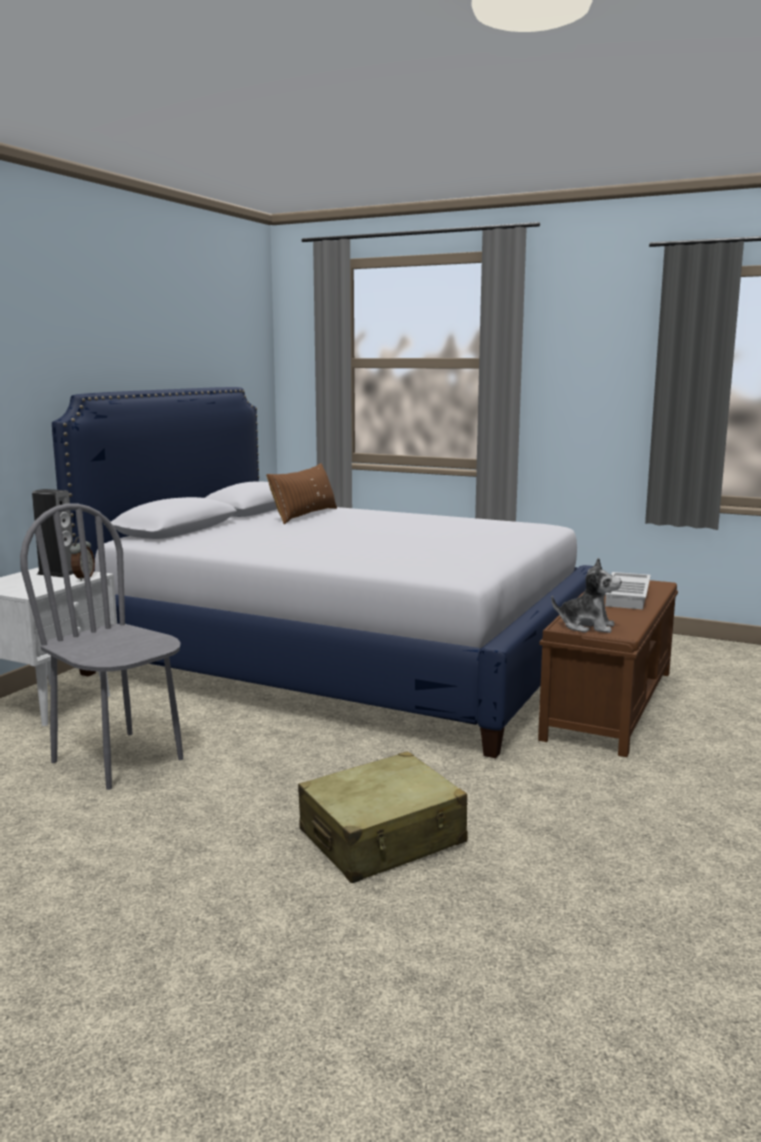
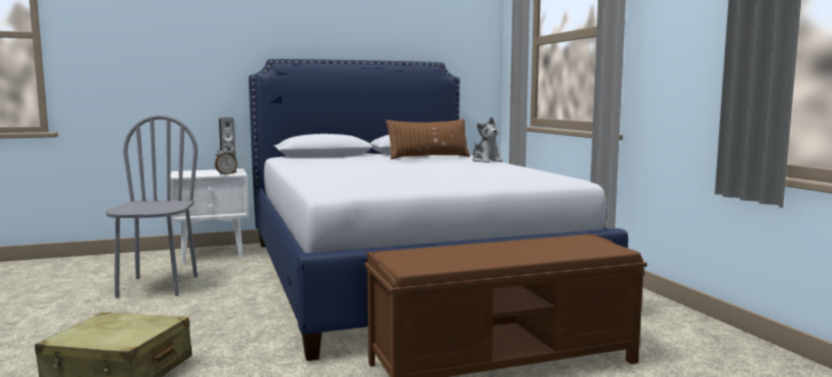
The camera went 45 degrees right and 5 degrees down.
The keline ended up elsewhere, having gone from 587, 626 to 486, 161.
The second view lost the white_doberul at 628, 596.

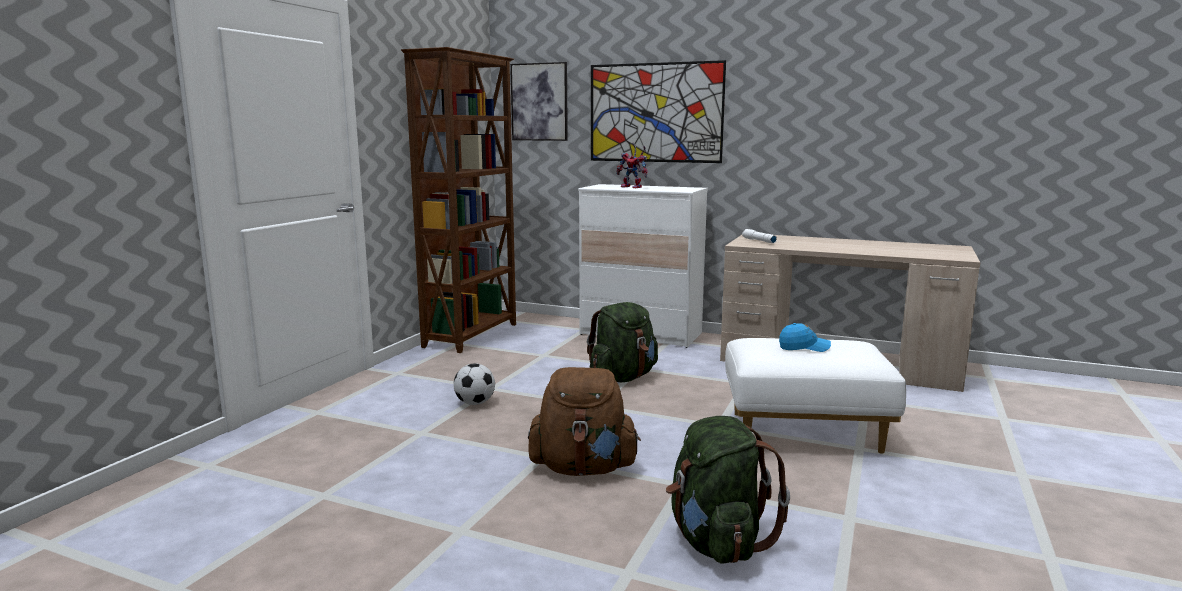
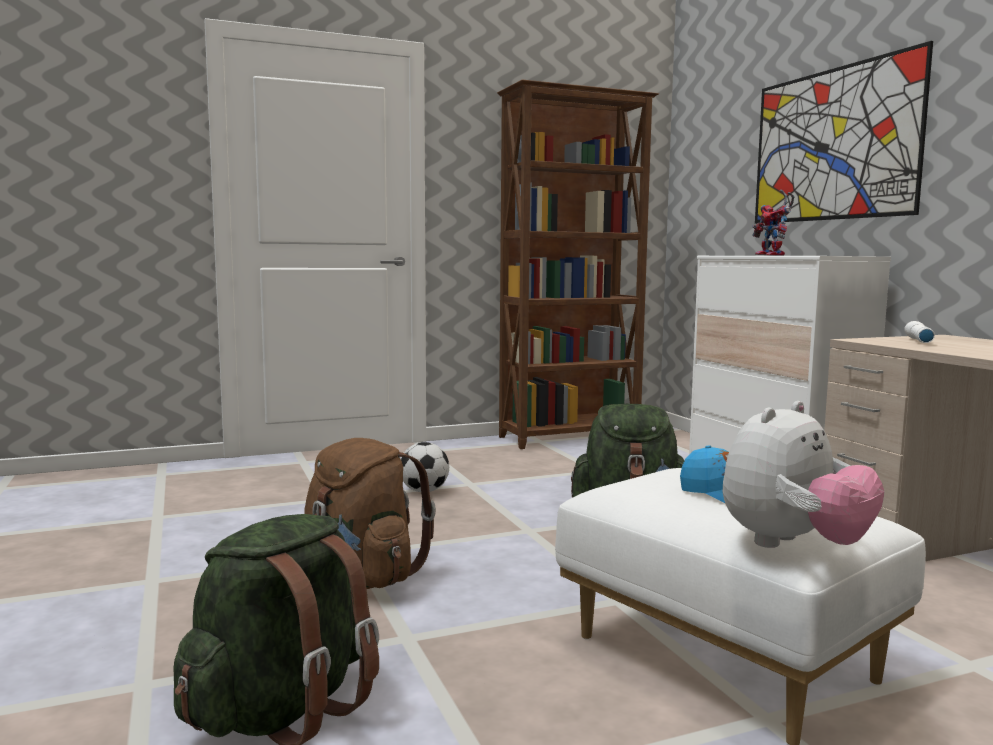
The camera went 45 degrees right and 5 degrees down.
The second view lost the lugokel at 539, 102.
The second view gained the keline at 793, 546.

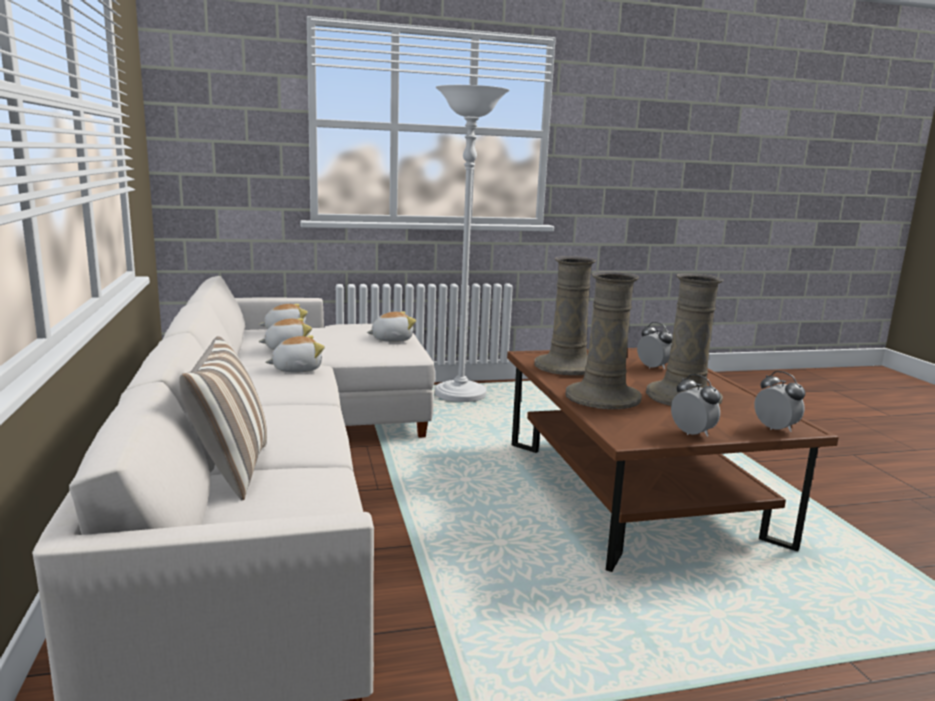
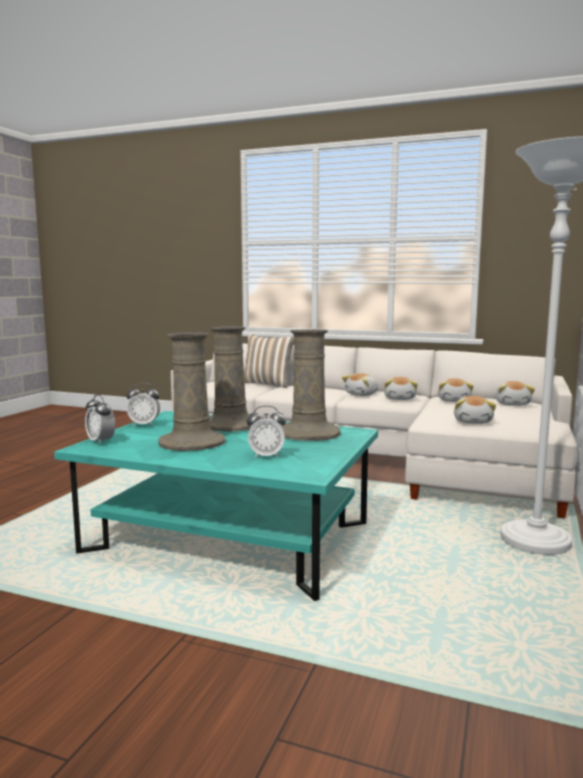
The camera went 125 degrees right and 5 degrees down.
What was the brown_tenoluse at 635, 491 turned into the turquoise_tenoluse at 229, 538.
The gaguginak at 775, 429 ended up facing another way, 45 degrees clockwise from before.
The second view gained the keline at 362, 394.

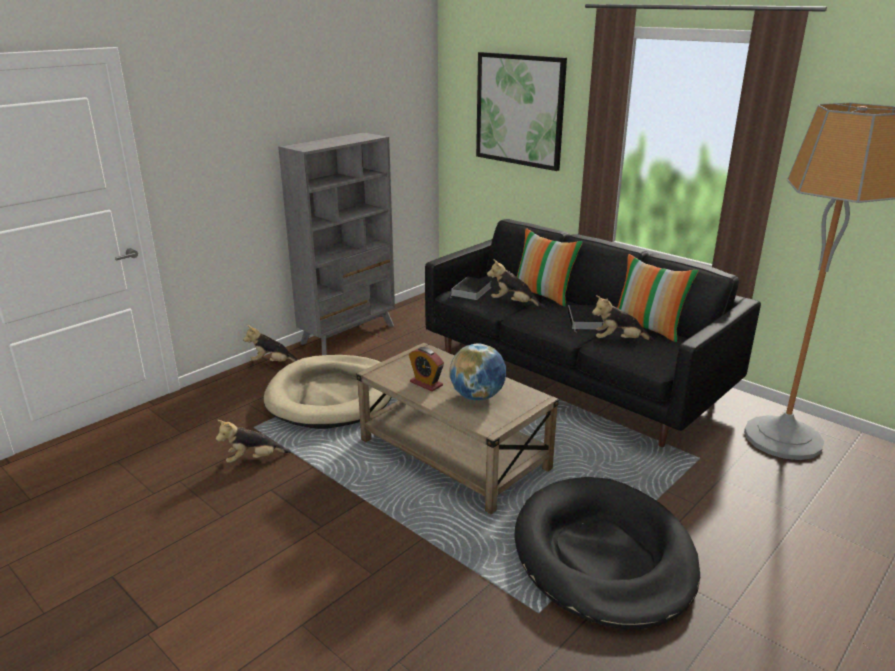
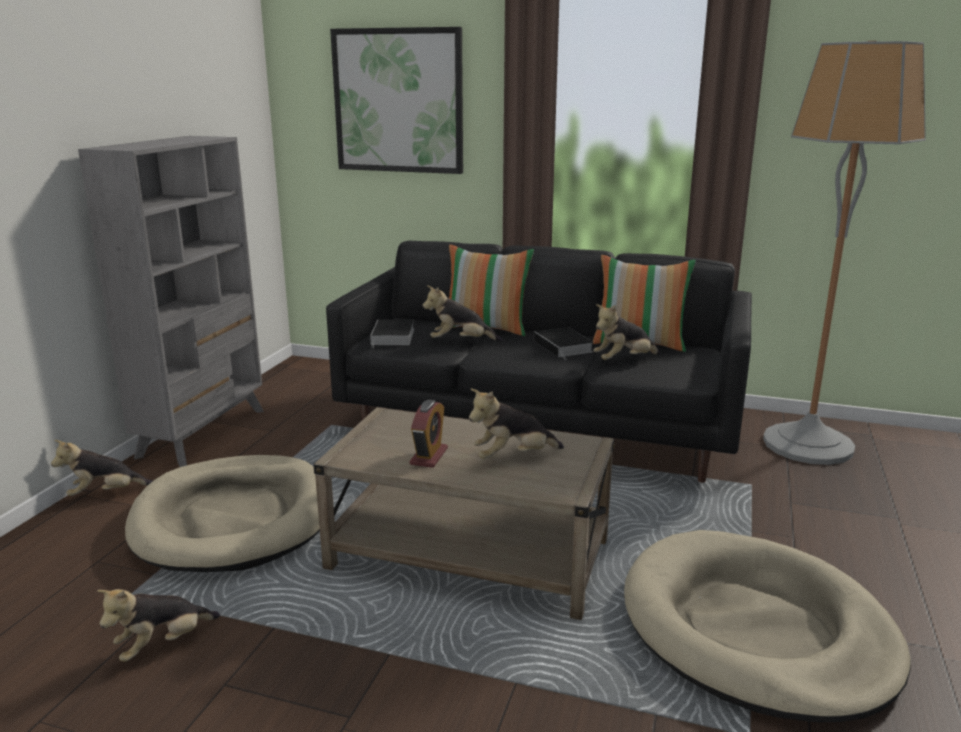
The camera went 25 degrees left and 5 degrees down.
Where the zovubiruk stood at 477, 396, the keline came to stand at 513, 457.
The gaguginak at 426, 384 ended up facing another way, 90 degrees counterclockwise from before.
What was the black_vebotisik at 603, 556 turned into the beige_vebotisik at 756, 630.

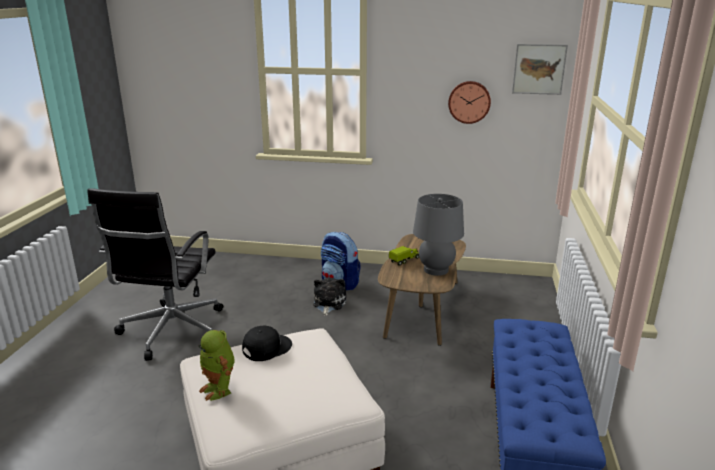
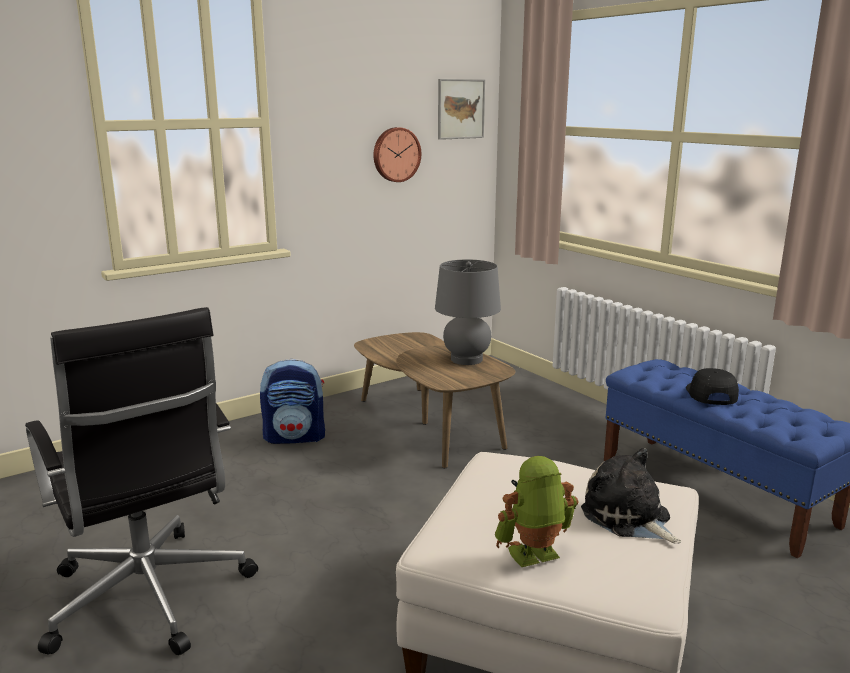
The camera went 45 degrees left and 5 degrees down.
The second view lost the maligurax at 405, 260.
The keline ended up elsewhere, having gone from 328, 303 to 628, 518.
The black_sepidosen ended up elsewhere, having gone from 266, 347 to 710, 394.
The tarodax at 219, 389 ended up facing another way, 150 degrees clockwise from before.

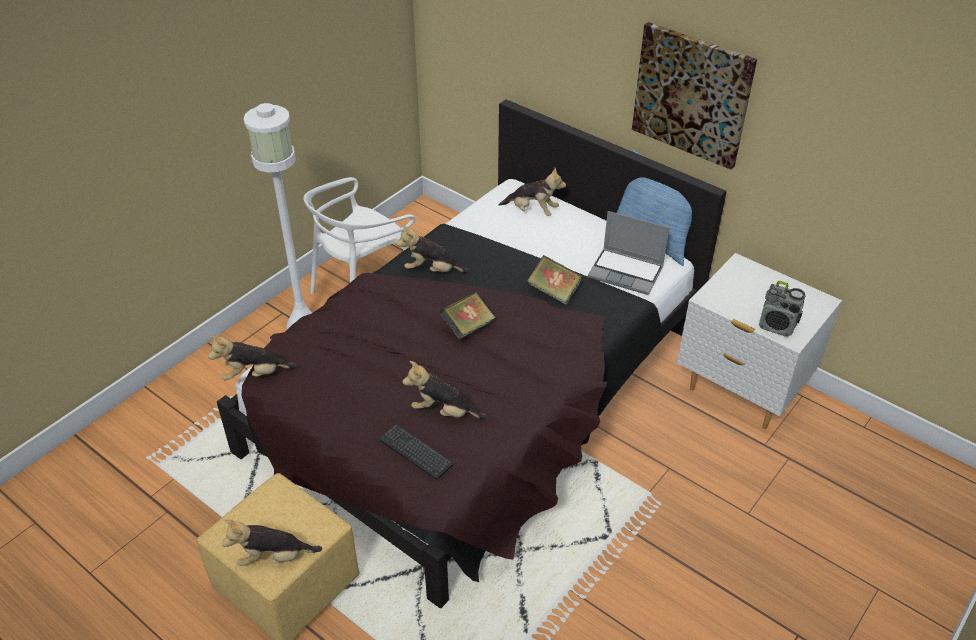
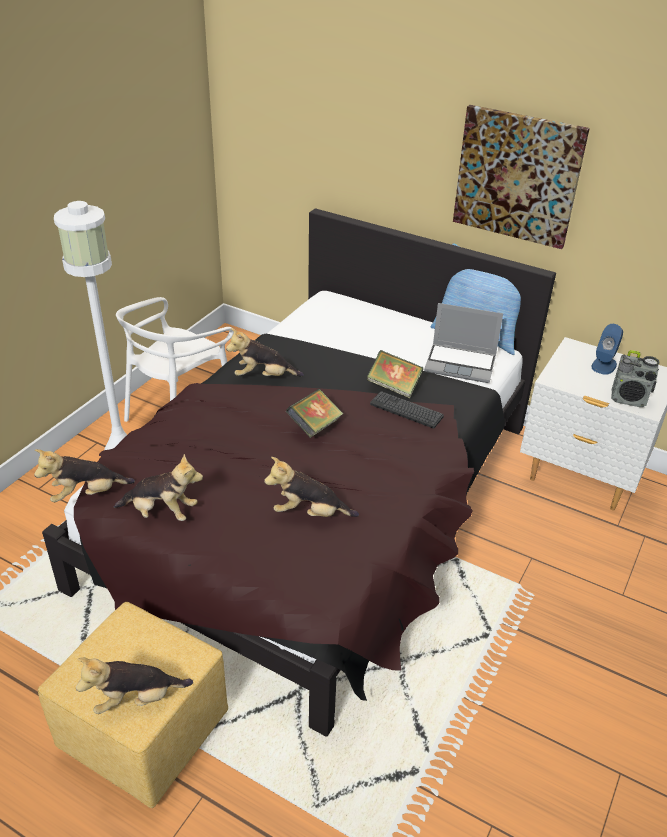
The camera went 10 degrees left and 5 degrees down.
The keline ended up elsewhere, having gone from 532, 211 to 161, 512.
The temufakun ended up elsewhere, having gone from 415, 452 to 406, 410.
The second view gained the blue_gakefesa at 604, 365.

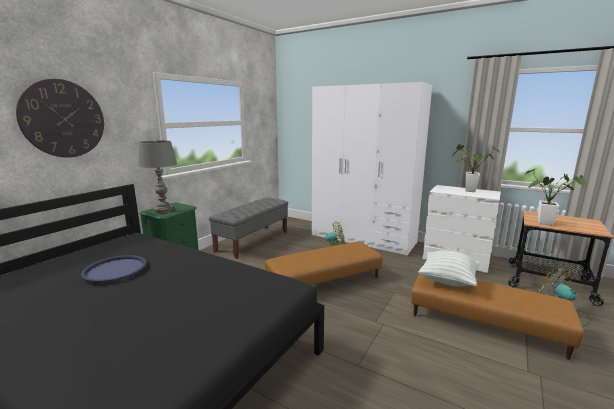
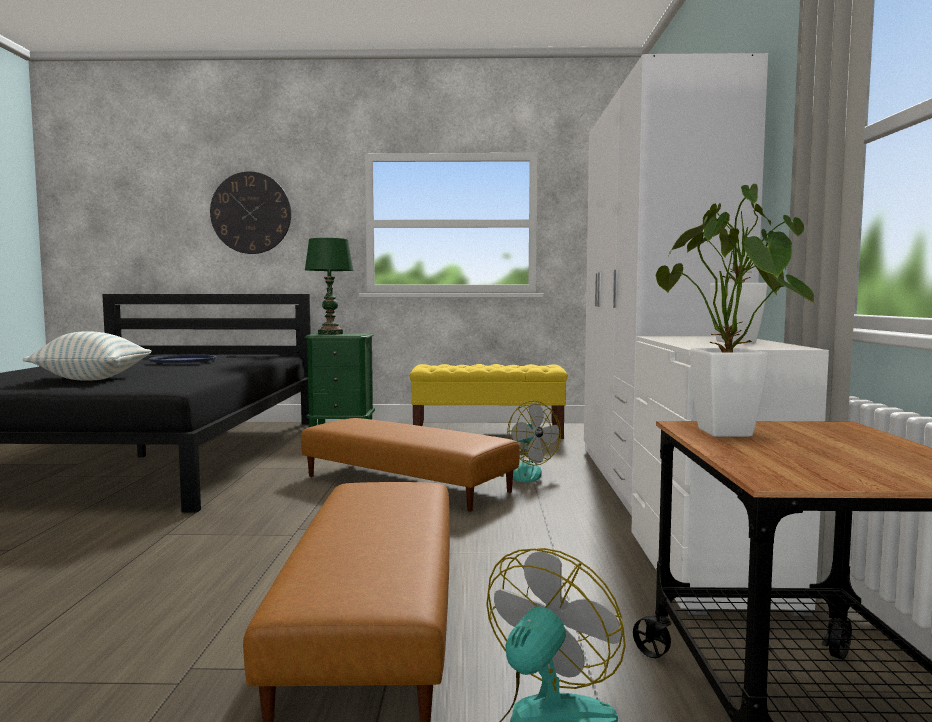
The camera went 60 degrees right and 10 degrees down.
What was the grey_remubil at 163, 210 turned into the green_remubil at 330, 333.
What was the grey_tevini at 253, 241 turned into the yellow_tevini at 488, 432.
The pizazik ended up elsewhere, having gone from 448, 280 to 92, 379.

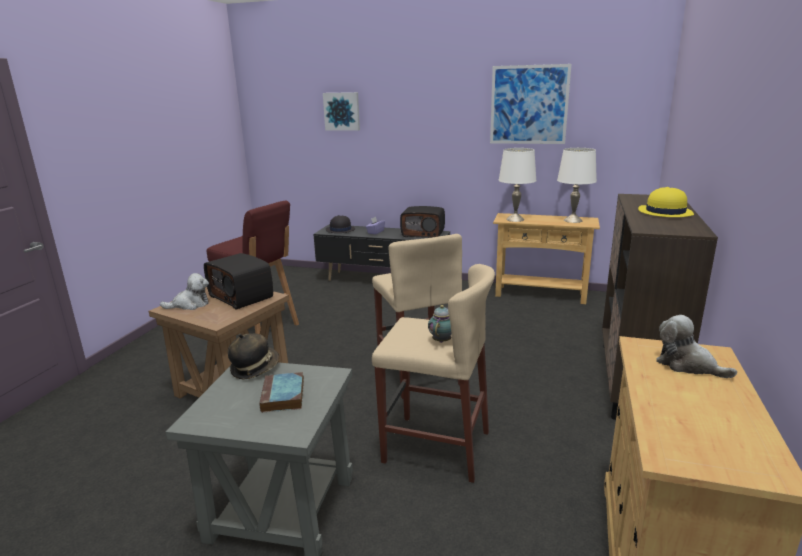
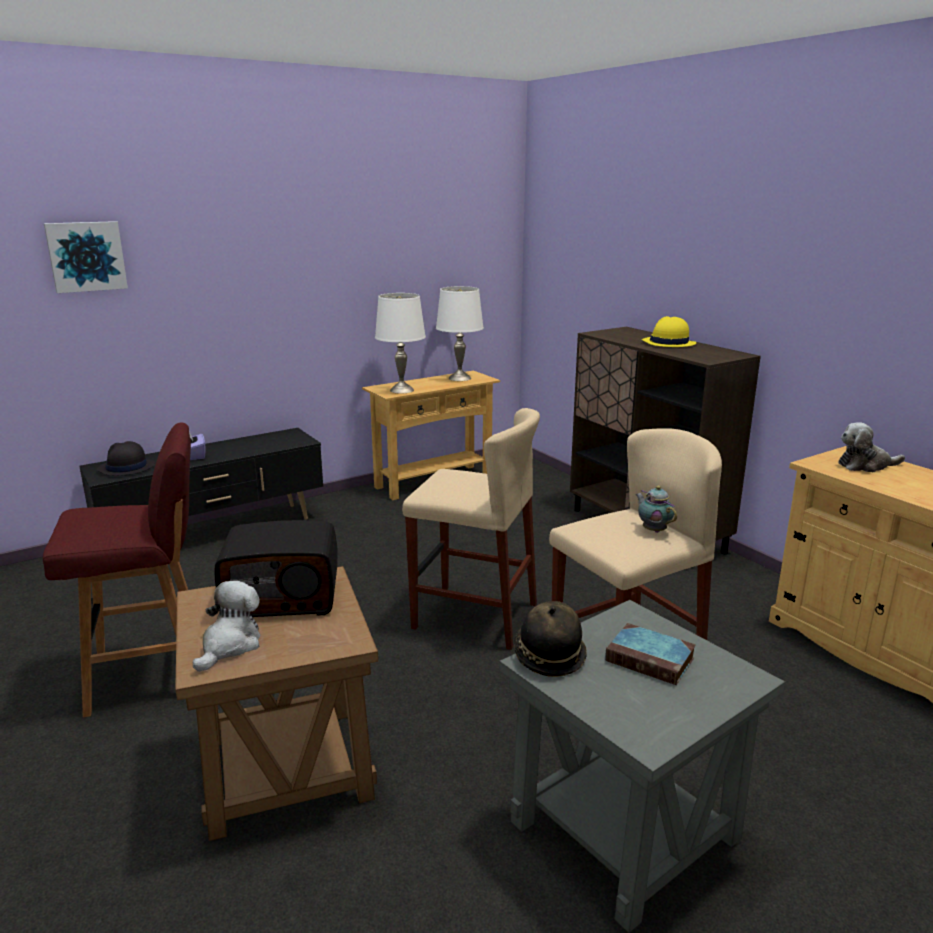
The camera went 50 degrees left and 0 degrees up.
The second view lost the lugokel at 529, 105.
The second view lost the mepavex at 423, 234.

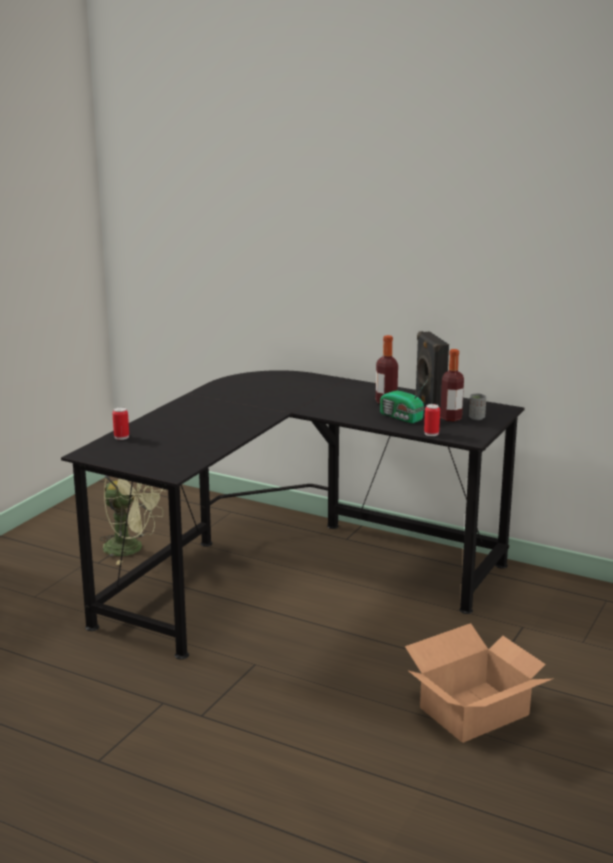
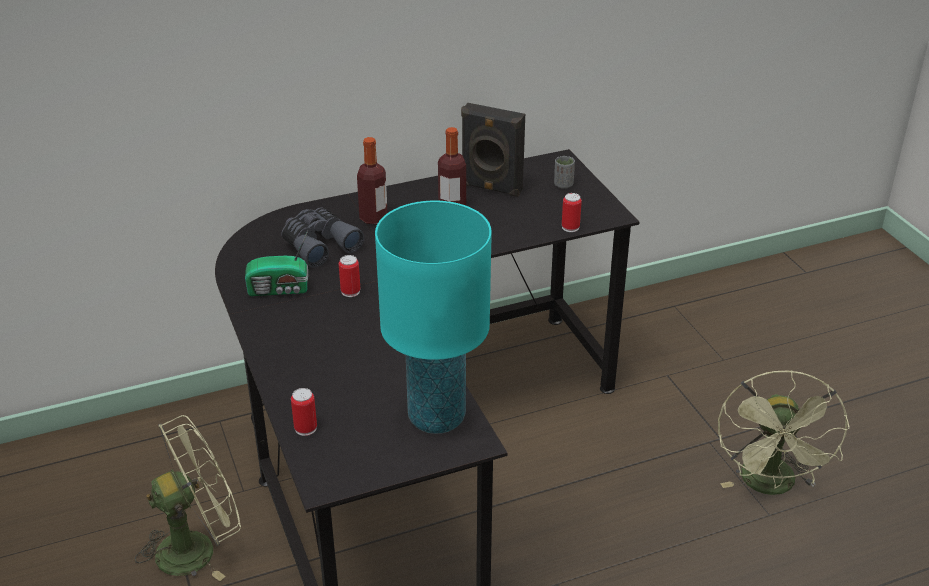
The camera went 50 degrees left and 15 degrees up.
The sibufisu ended up elsewhere, having gone from 451, 418 to 373, 218.
The mepavex ended up elsewhere, having gone from 401, 417 to 280, 289.
Where the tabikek stood at 475, 711, the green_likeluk came to stand at 771, 486.
The second view gained the turquoise_remubil at 436, 418.
The second view gained the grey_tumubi at 319, 244.
The second view gained the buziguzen at 350, 291.

